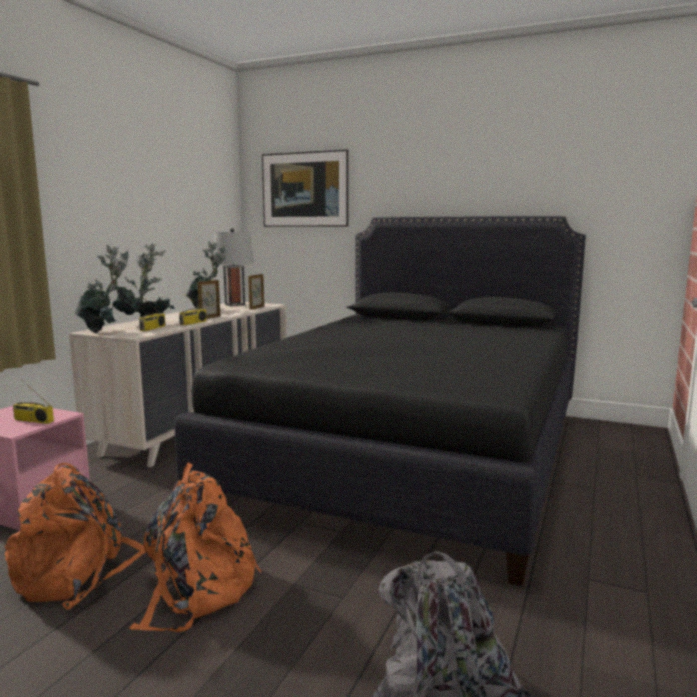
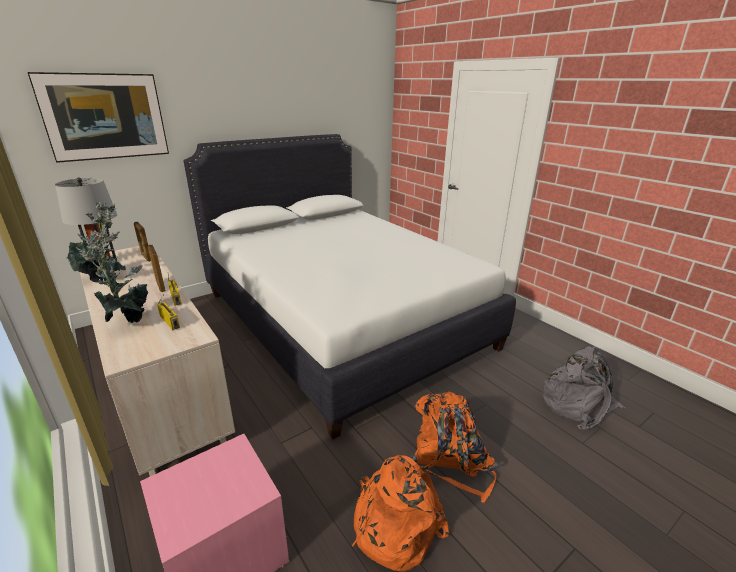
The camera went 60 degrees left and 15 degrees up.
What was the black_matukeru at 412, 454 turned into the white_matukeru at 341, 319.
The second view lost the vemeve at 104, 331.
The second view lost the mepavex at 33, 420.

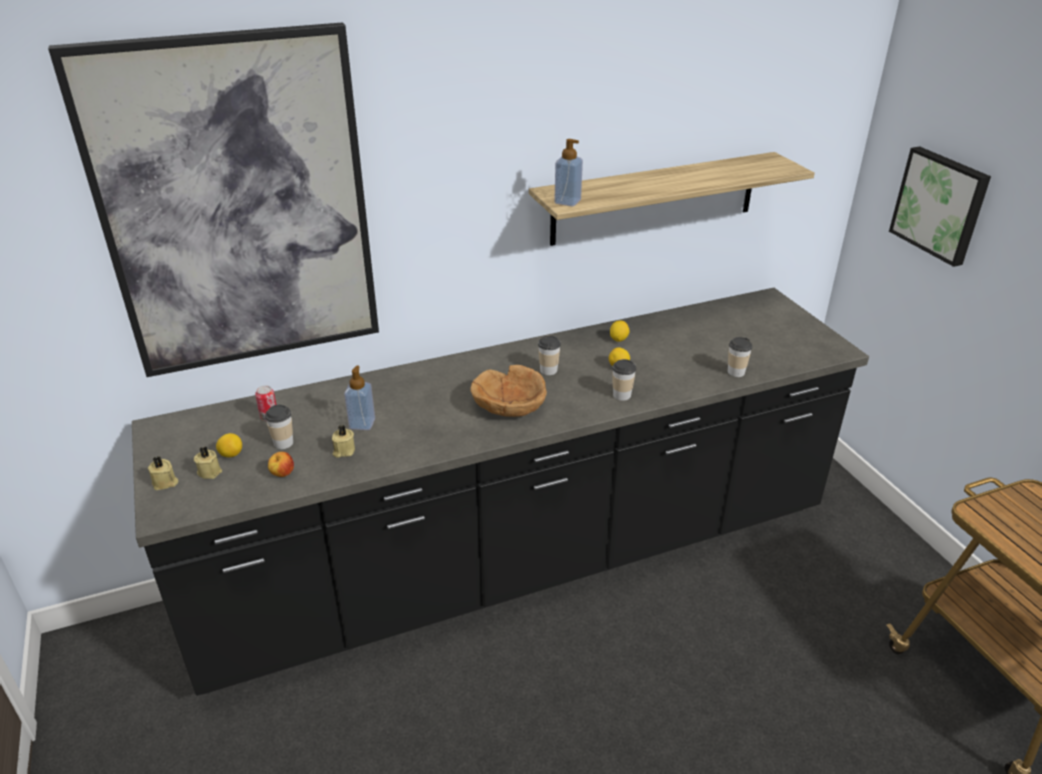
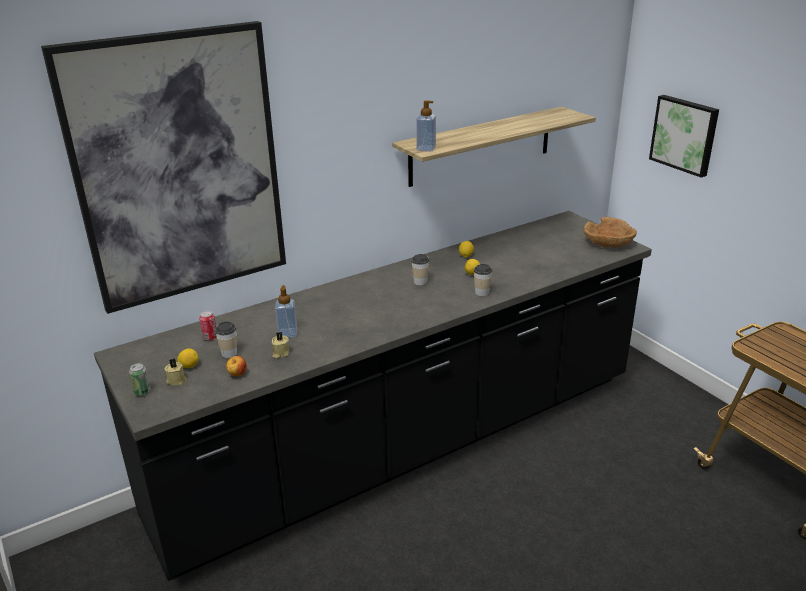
The camera went 10 degrees left and 5 degrees down.
The second view lost the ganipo at 736, 372.
The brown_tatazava ended up elsewhere, having gone from 510, 406 to 608, 243.
Where the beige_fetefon stood at 165, 483, the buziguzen came to stand at 142, 392.

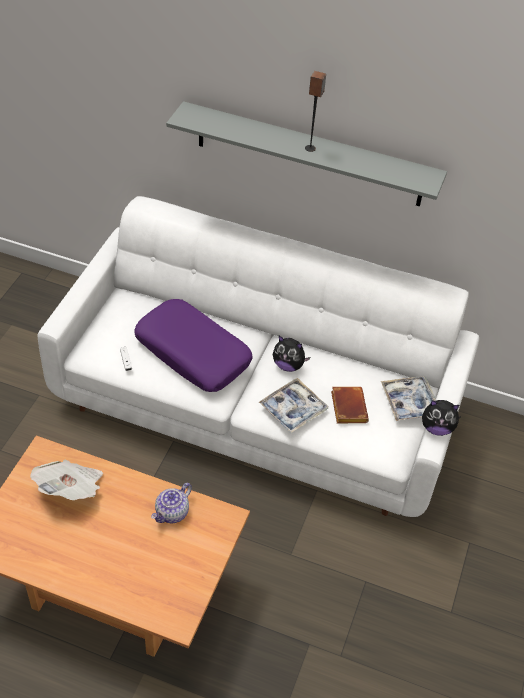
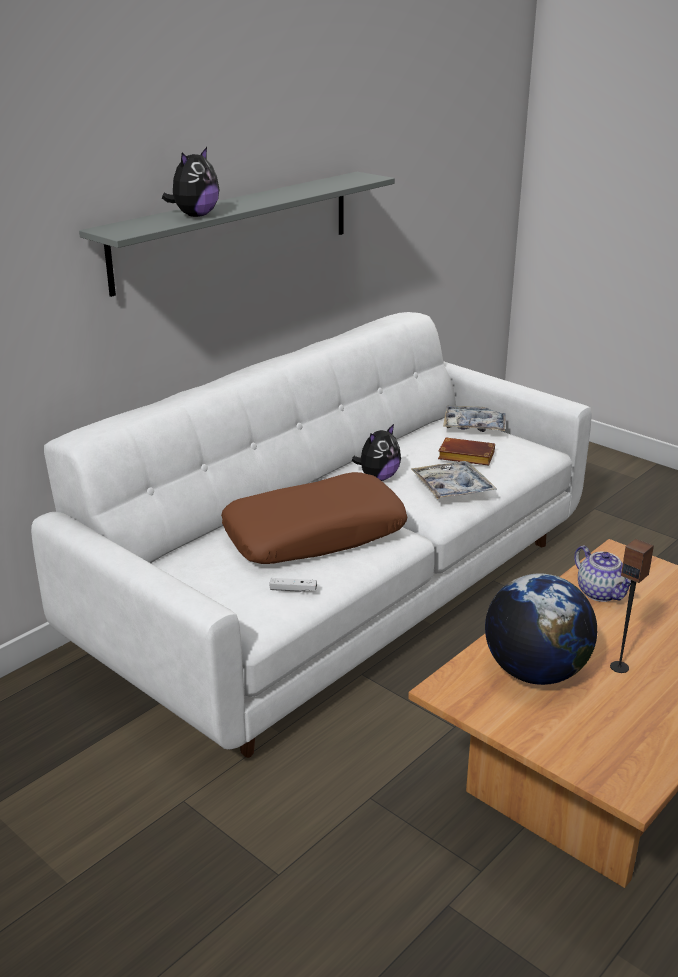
The camera went 65 degrees left and 20 degrees down.
The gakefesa ended up elsewhere, having gone from 310, 148 to 619, 667.
What was the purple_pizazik at 193, 353 turned into the brown_pizazik at 314, 534.
The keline ended up elsewhere, having gone from 437, 428 to 195, 216.
Where the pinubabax stood at 71, 489, the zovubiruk came to stand at 535, 672.

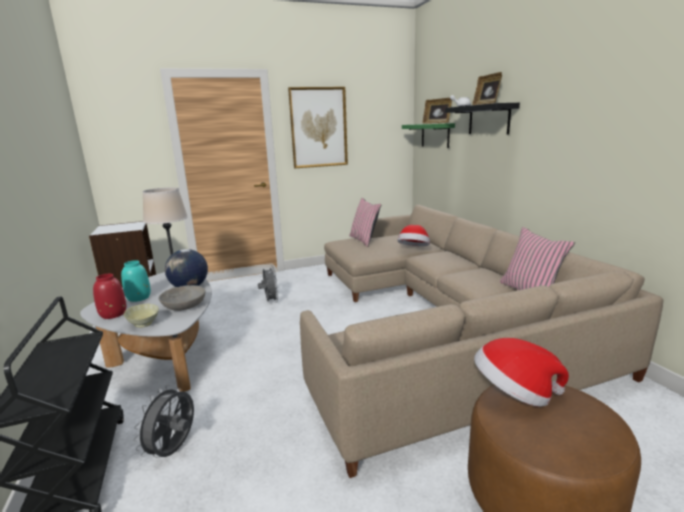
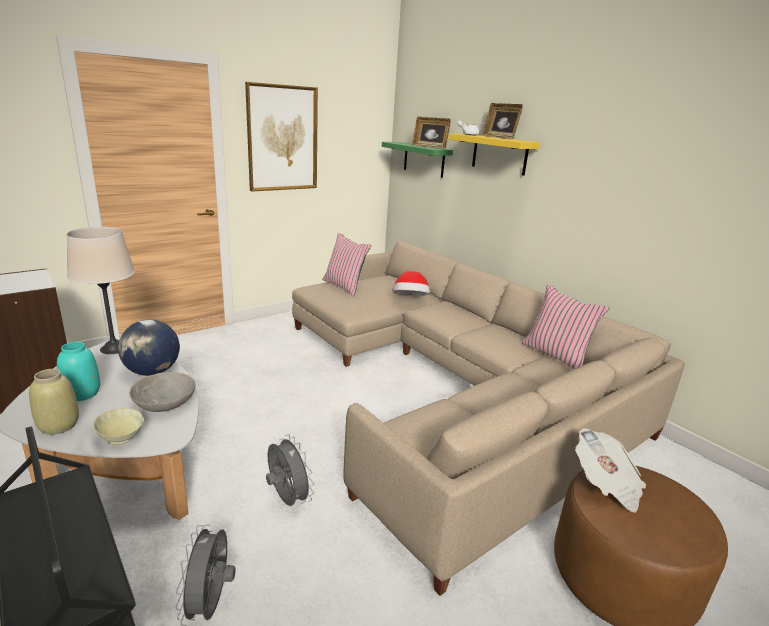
The camera went 20 degrees left and 5 degrees up.
What was the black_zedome at 489, 119 turned into the yellow_zedome at 499, 154.
The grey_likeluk ended up elsewhere, having gone from 270, 301 to 287, 499.
What was the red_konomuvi at 113, 314 turned into the beige_konomuvi at 58, 425.
Where the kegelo stood at 514, 394, the pinubabax came to stand at 606, 484.

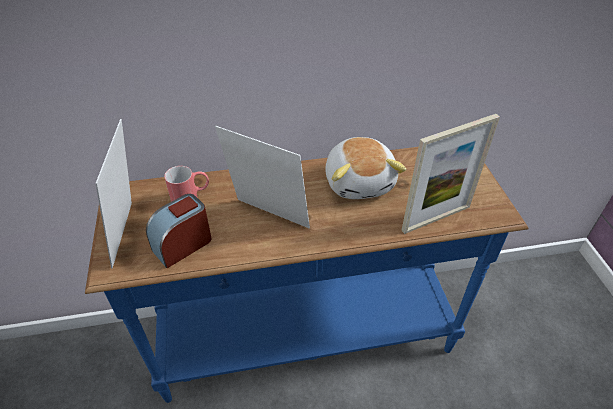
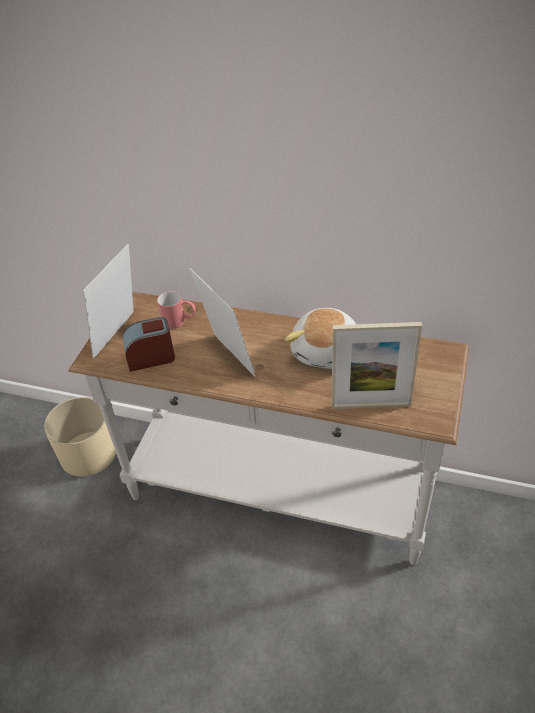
The camera went 30 degrees right and 0 degrees up.
What was the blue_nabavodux at 306, 341 turned into the white_nabavodux at 278, 497.
The second view gained the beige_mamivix at 88, 454.

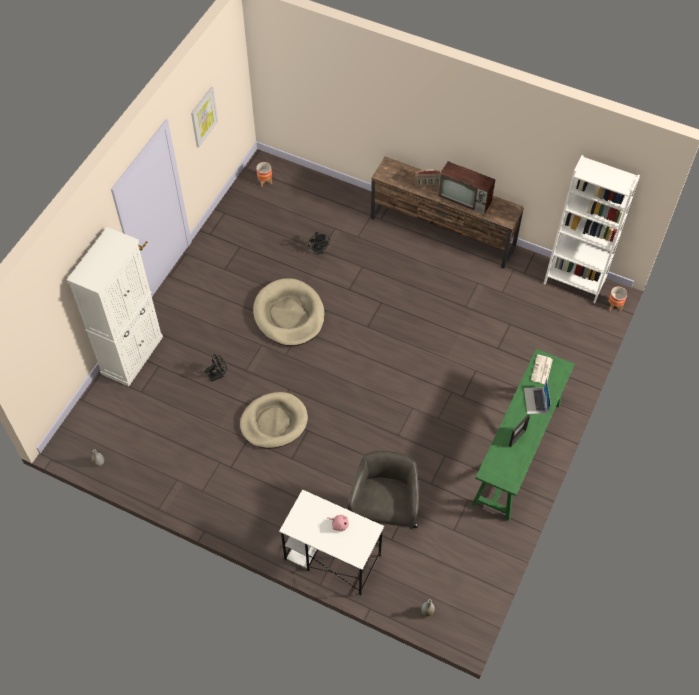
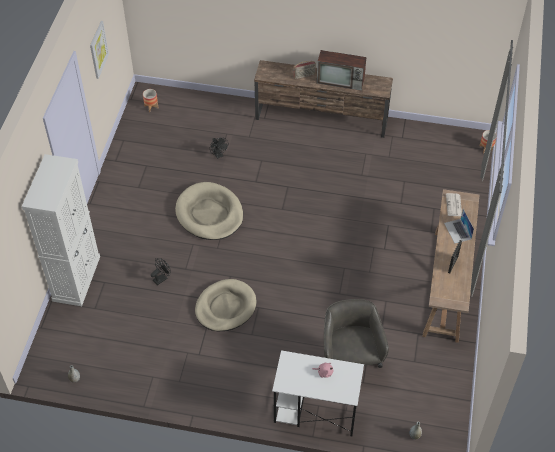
The camera went 15 degrees left and 5 degrees down.
The second view lost the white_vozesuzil at 574, 282.
What was the green_nabavodux at 517, 453 turned into the brown_nabavodux at 446, 285.

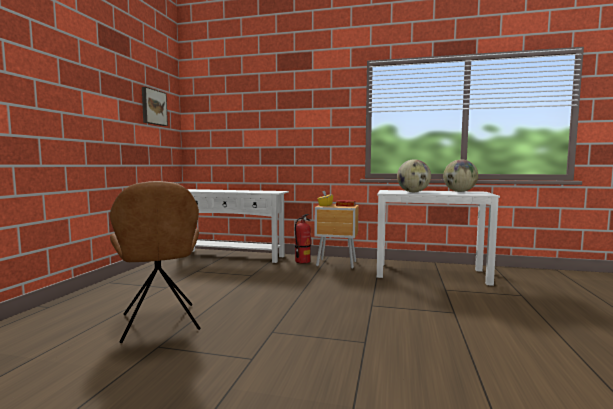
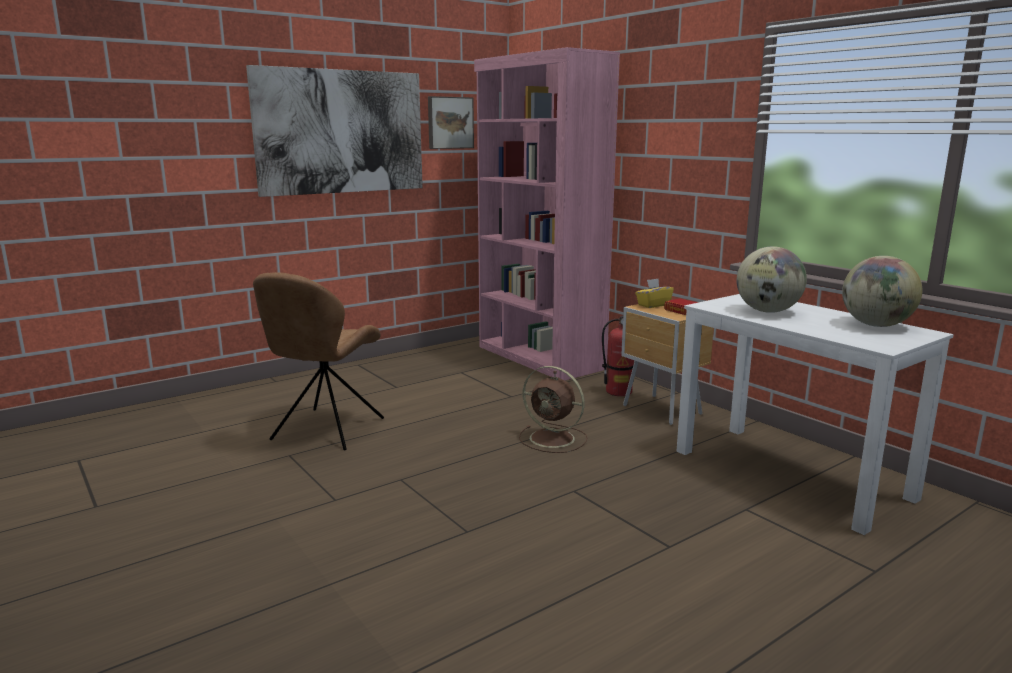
The camera went 40 degrees right and 10 degrees up.
Where the white_nabavodux stood at 231, 256, the pink_vozesuzil came to stand at 539, 358.
The second view gained the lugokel at 341, 132.
The second view gained the brown_likeluk at 554, 439.

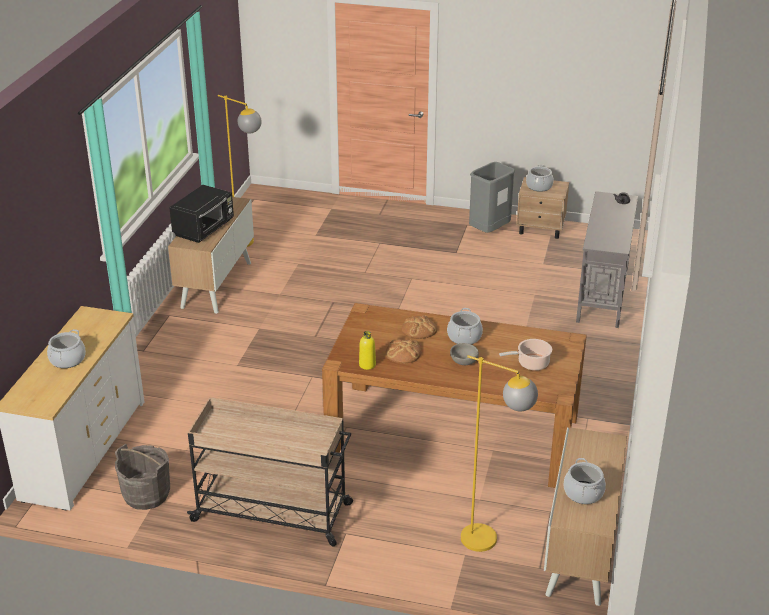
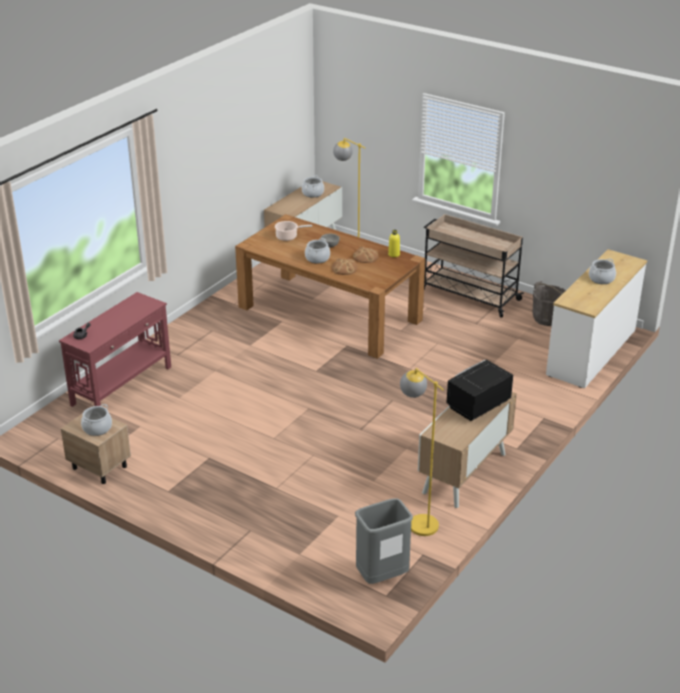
The camera went 160 degrees left and 0 degrees up.
The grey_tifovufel ended up elsewhere, having gone from 489, 231 to 382, 577.
What was the grey_nabavodux at 602, 294 turned into the red_nabavodux at 122, 385.

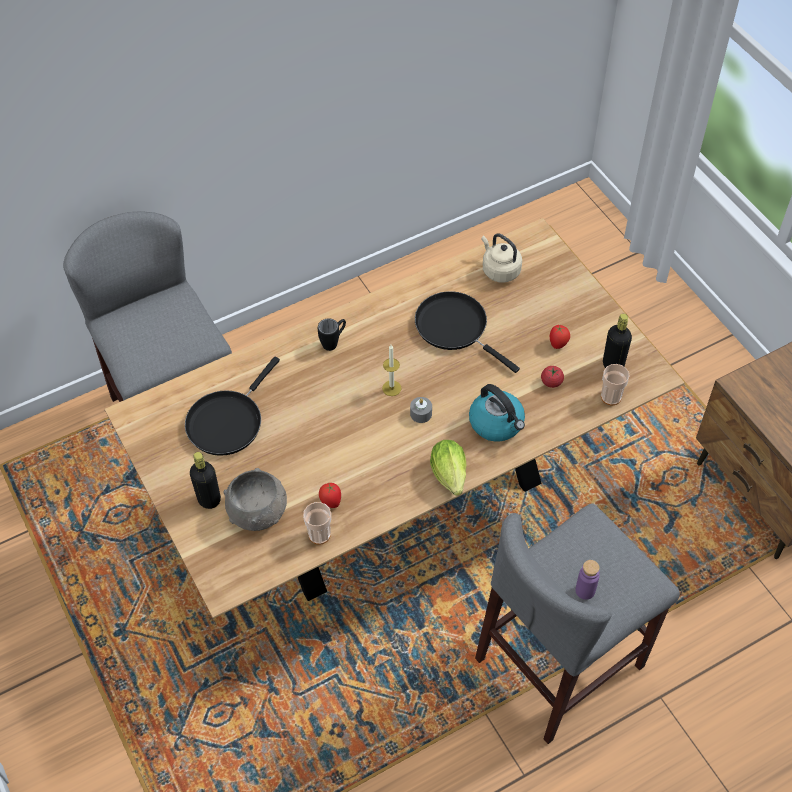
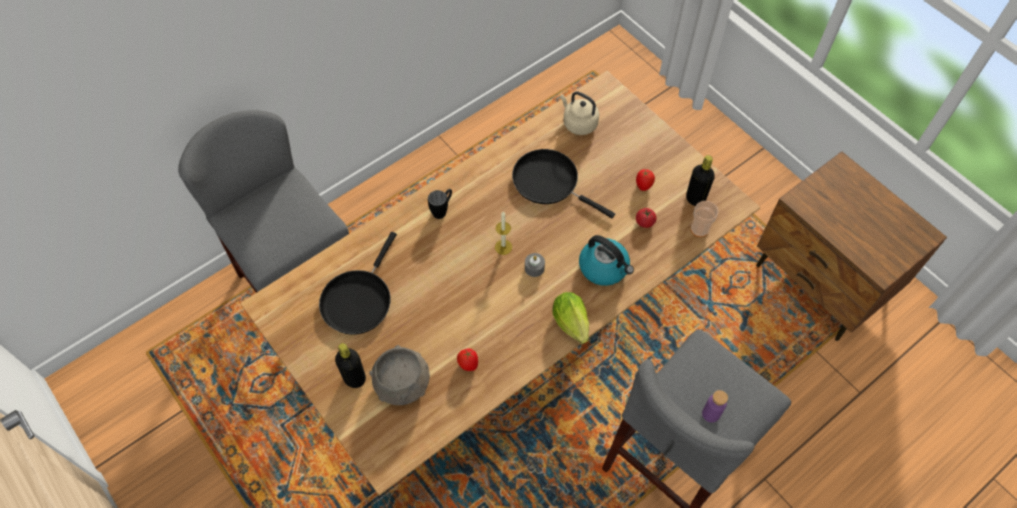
The camera went 10 degrees left and 5 degrees up.
The second view lost the ganipo at 319, 534.

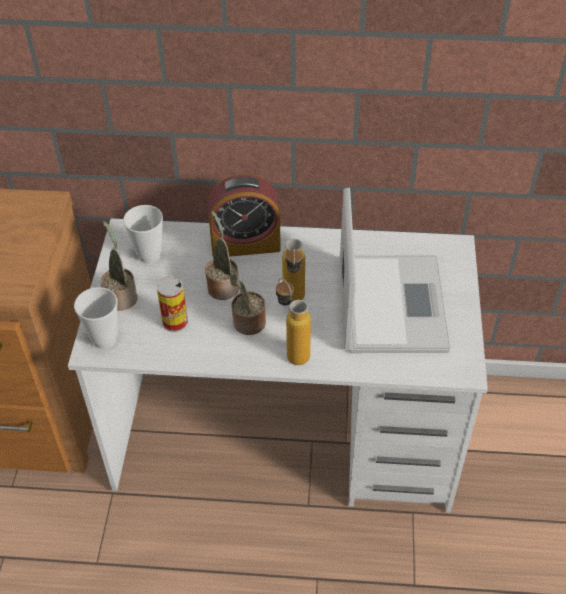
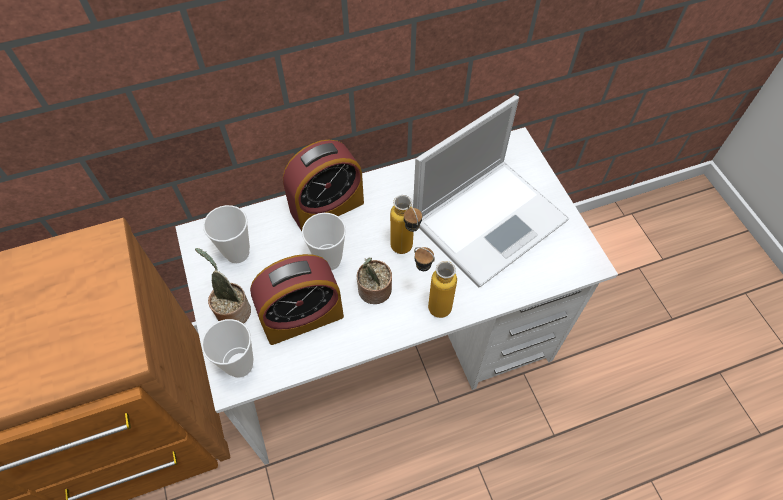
The camera went 25 degrees left and 10 degrees up.
The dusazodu at 390, 302 ended up facing another way, 75 degrees clockwise from before.
Where the vemeve stood at 222, 286, the ganipo came to stand at 328, 260.
Where the buziguzen stood at 175, 322, the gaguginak came to stand at 302, 317.

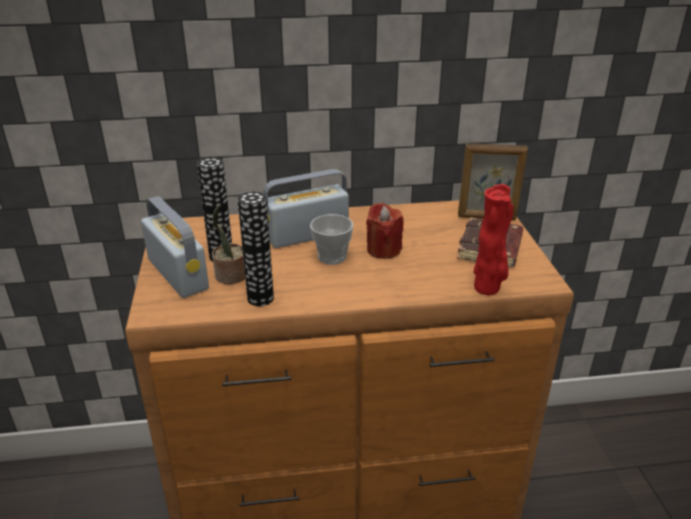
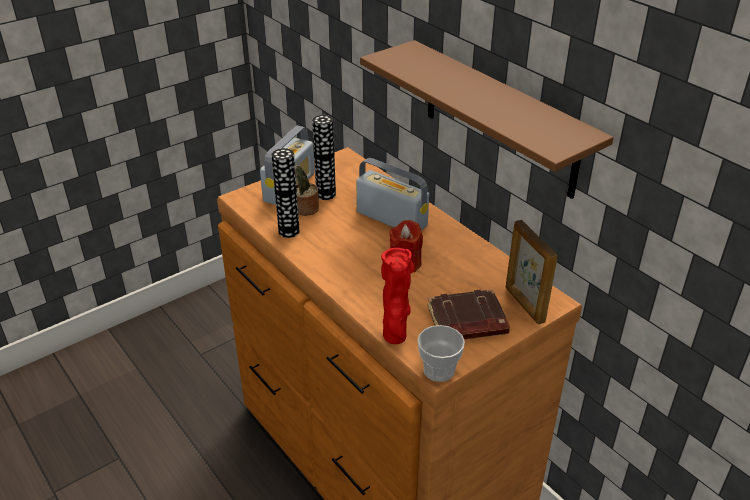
The camera went 60 degrees right and 5 degrees up.
The ganipo ended up elsewhere, having gone from 332, 257 to 439, 370.
The second view gained the brown_zedome at 499, 119.

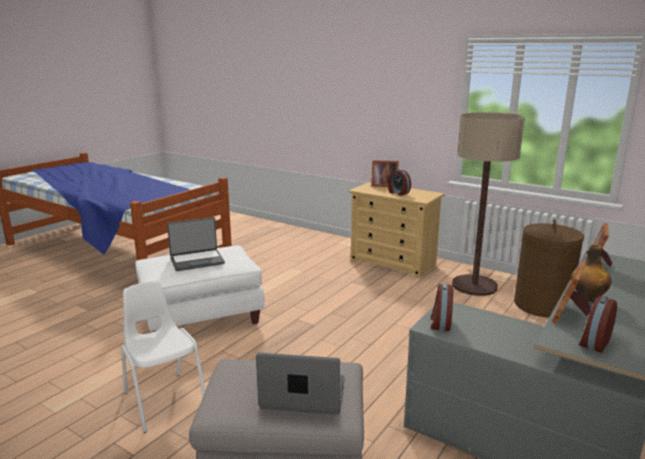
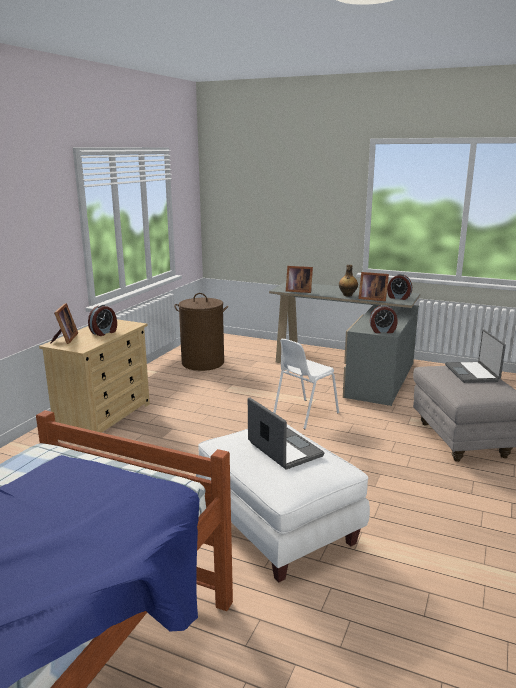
The camera went 100 degrees left and 0 degrees up.
The second view lost the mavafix at 474, 286.
The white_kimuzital ended up elsewhere, having gone from 164, 400 to 304, 414.

